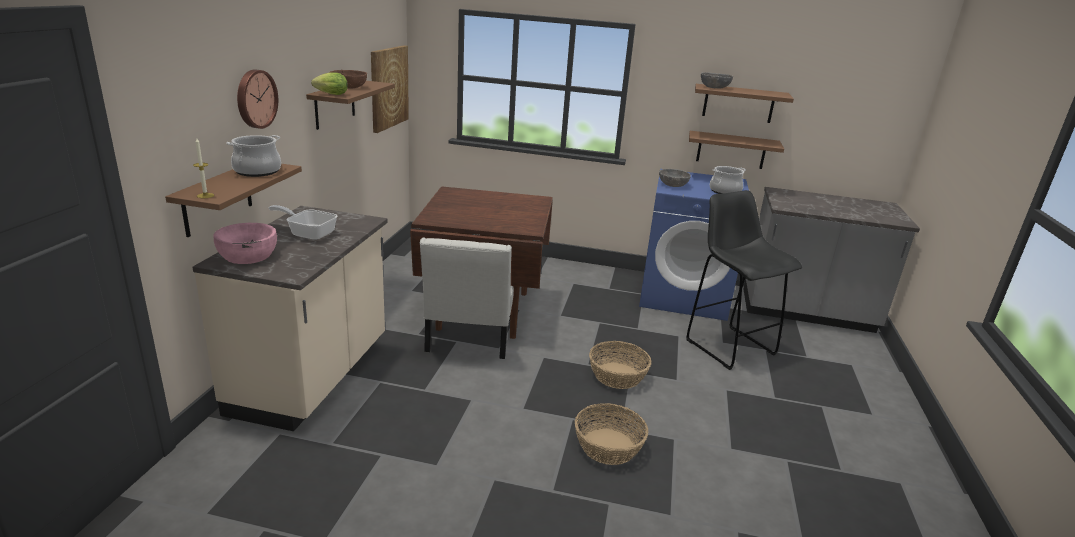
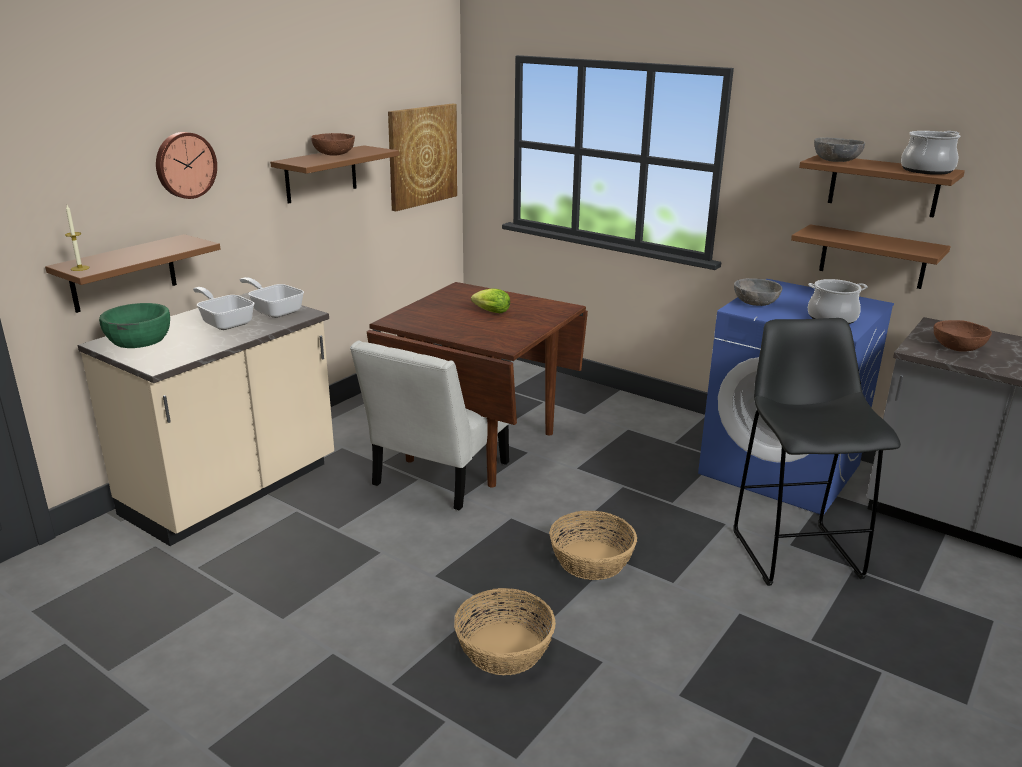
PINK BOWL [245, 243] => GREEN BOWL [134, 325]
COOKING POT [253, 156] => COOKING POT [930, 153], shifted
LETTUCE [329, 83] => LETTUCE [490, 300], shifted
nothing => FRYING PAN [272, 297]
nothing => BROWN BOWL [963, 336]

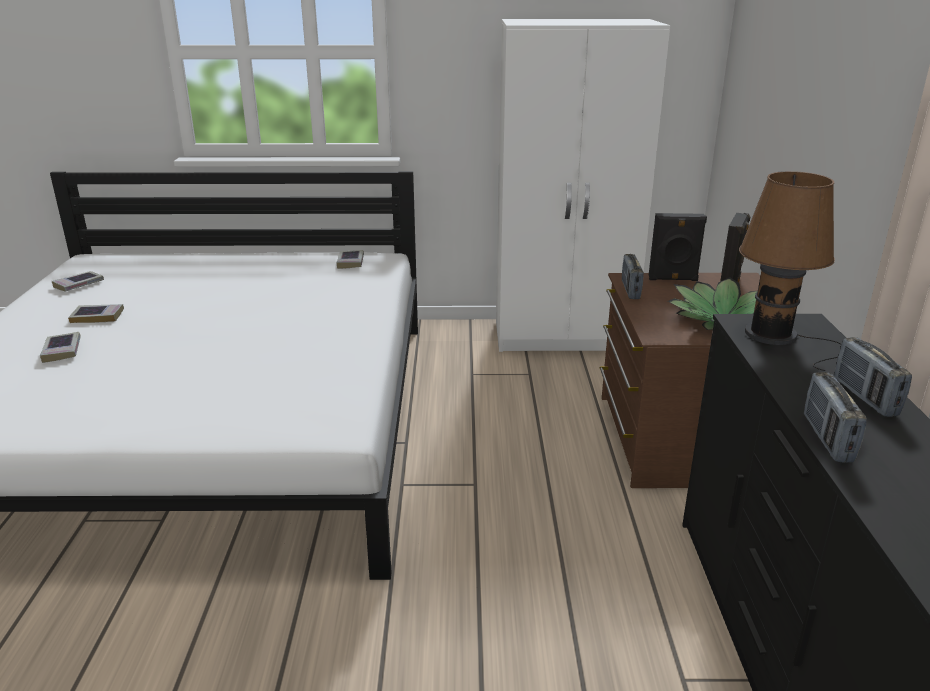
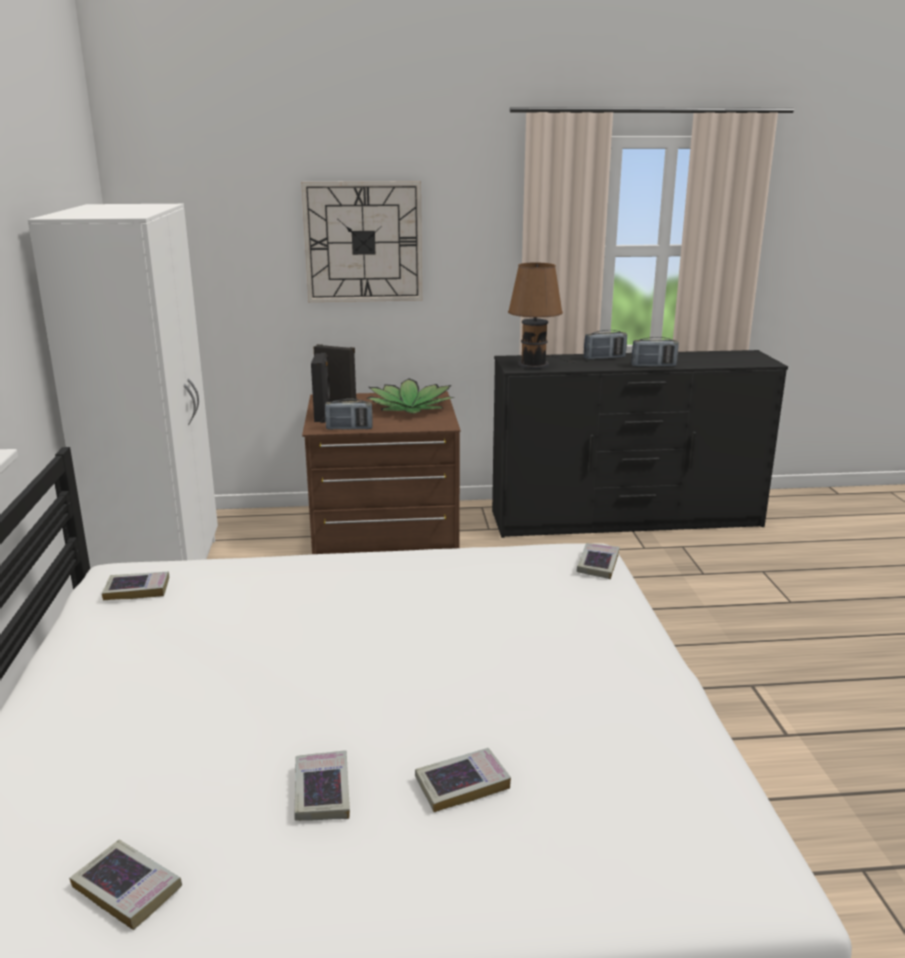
nothing => WALL CLOCK [361, 241]
nothing => BOOK [598, 561]

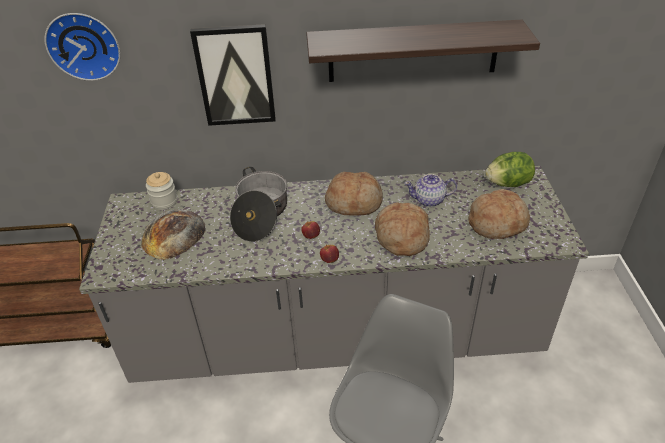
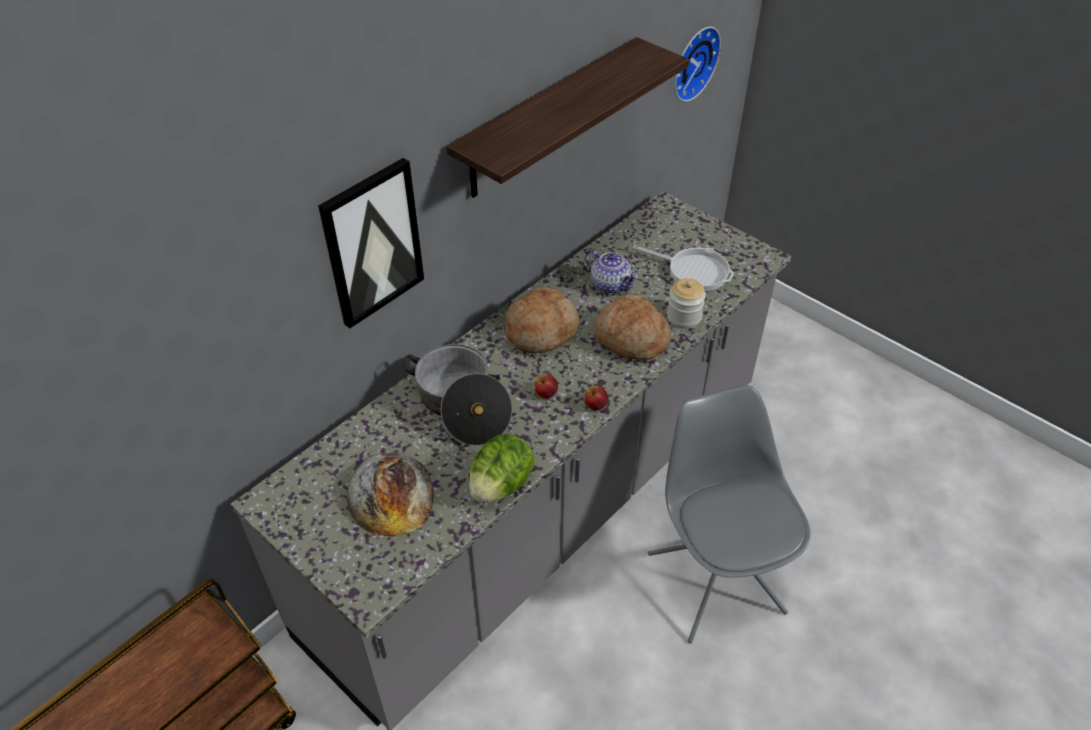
WALL CLOCK [82, 47] => WALL CLOCK [698, 64], shifted
JAR [161, 191] => JAR [686, 303], shifted
TEAPOT [430, 190] => TEAPOT [612, 271], 90 degrees counterclockwise
BREAD [499, 214] => FRYING PAN [683, 268]
LETTUCE [510, 169] => LETTUCE [502, 468], shifted

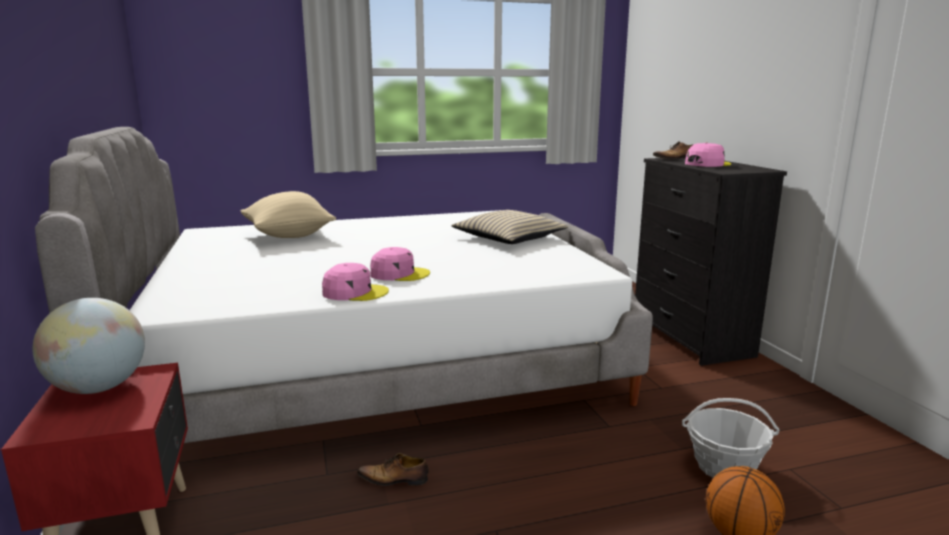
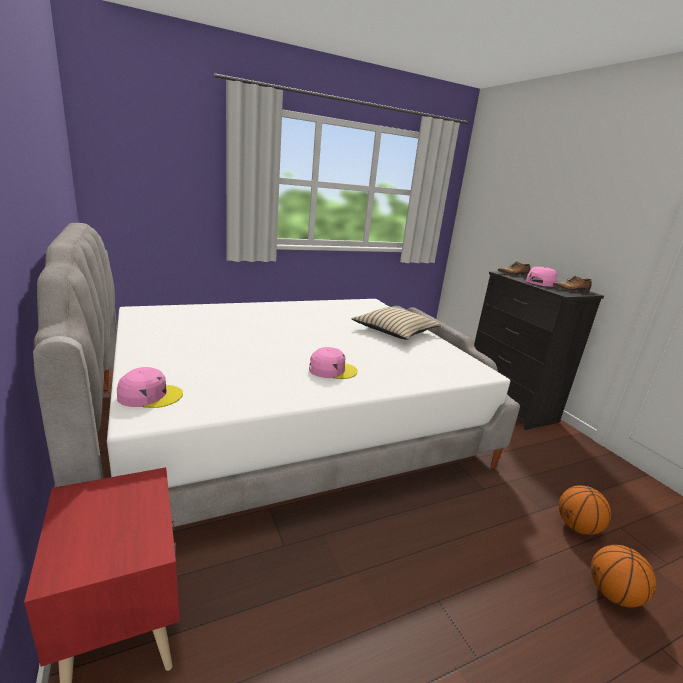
GLOBE [89, 346] => nothing
BEIGE PILLOW [288, 214] => nothing
PINK CAP [355, 282] => PINK CAP [150, 387], shifted
SHOE [393, 469] => SHOE [572, 284], shifted
BASKET [731, 438] => BASKETBALL [585, 510]

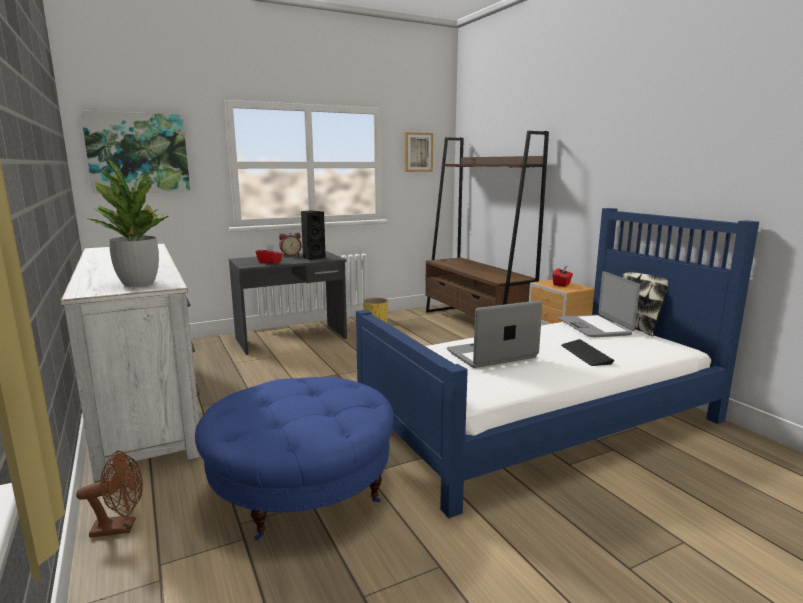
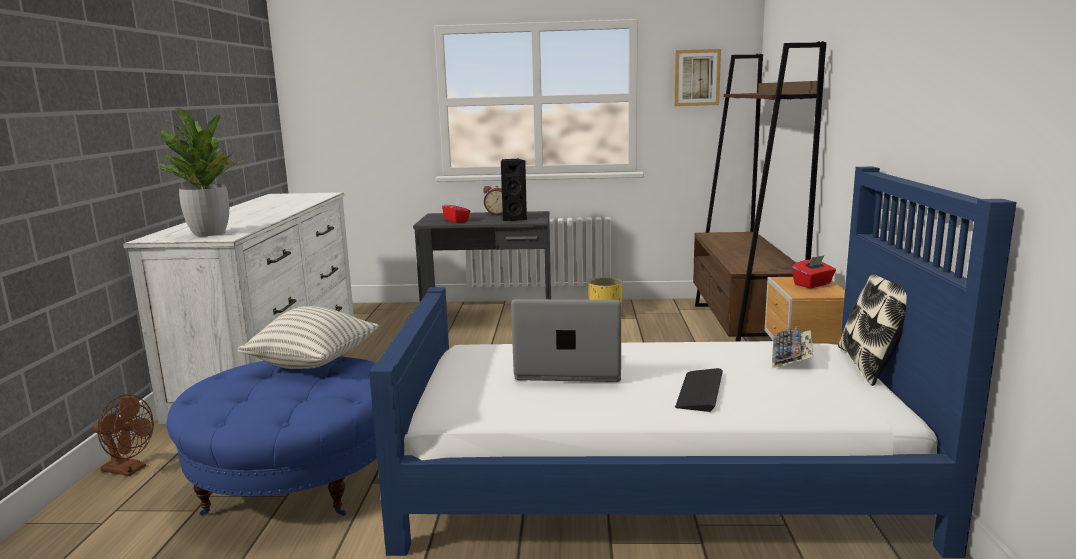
PICTURE [135, 152] => nothing
LAPTOP [599, 304] => KEYBOARD [792, 347]
nothing => PILLOW [308, 337]

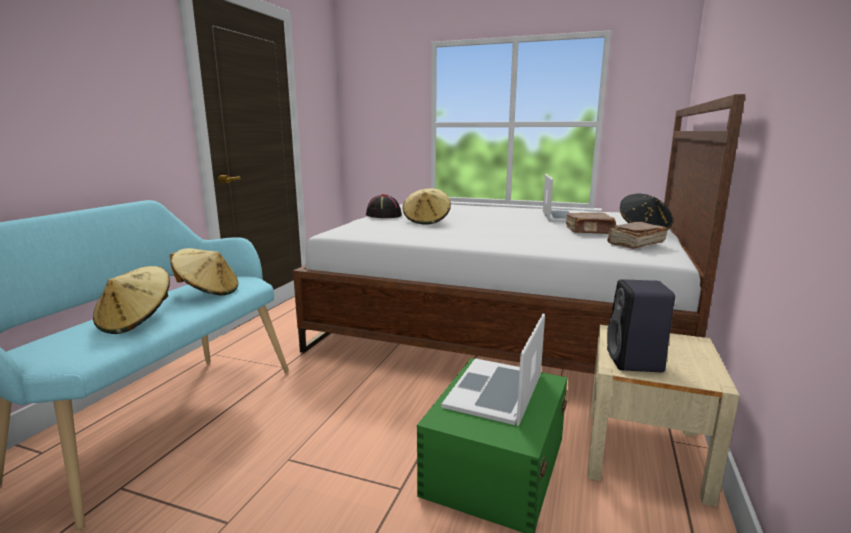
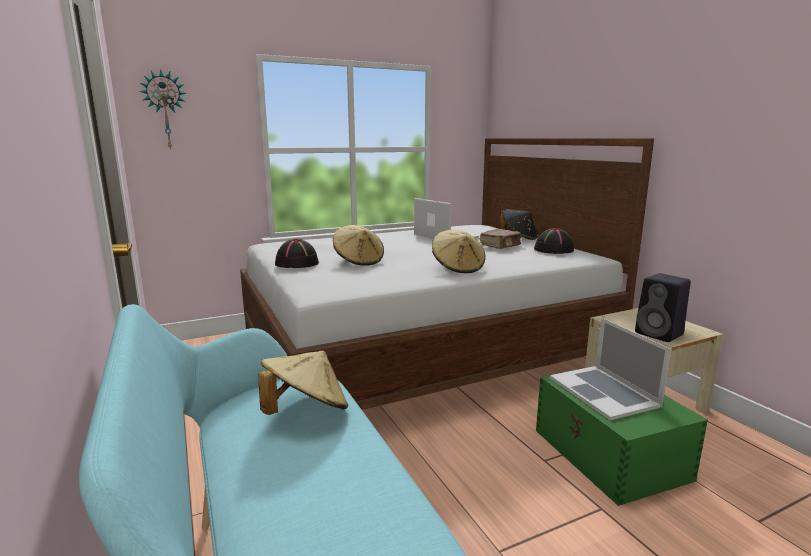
BEIGE HAT [131, 300] => BEIGE HAT [458, 251], shifted
BROWN BOOK [637, 235] => BLACK HAT [554, 241]
nothing => WALL CLOCK [162, 109]

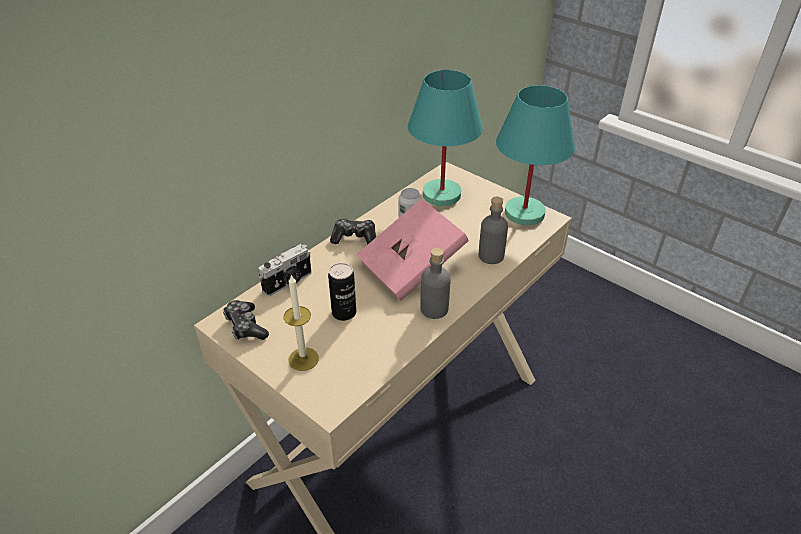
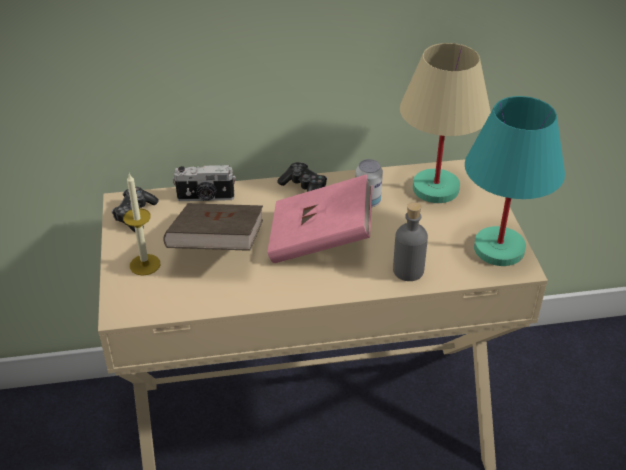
CAN [342, 292] => BROWN BOOK [213, 227]
TURQUOISE TABLE LAMP [445, 138] => BEIGE TABLE LAMP [445, 123]
GREY BOTTLE [435, 283] => nothing

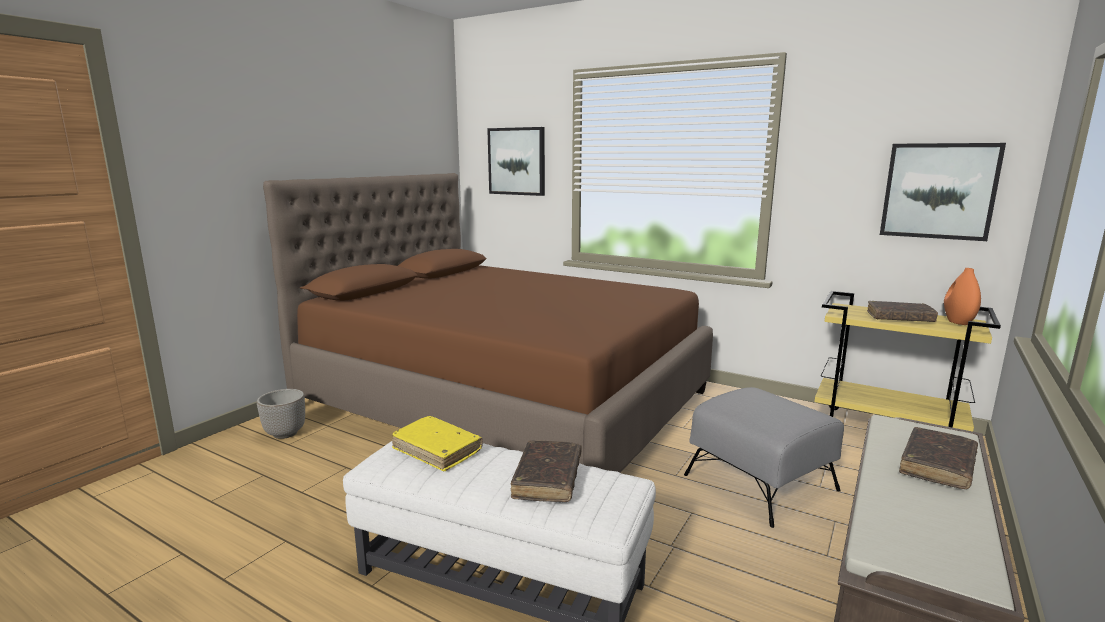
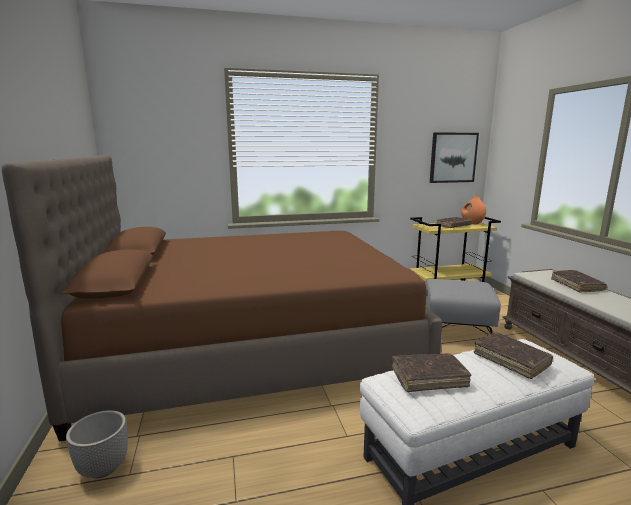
YELLOW BOOK [437, 443] => BROWN BOOK [432, 372]
PICTURE [516, 161] => nothing

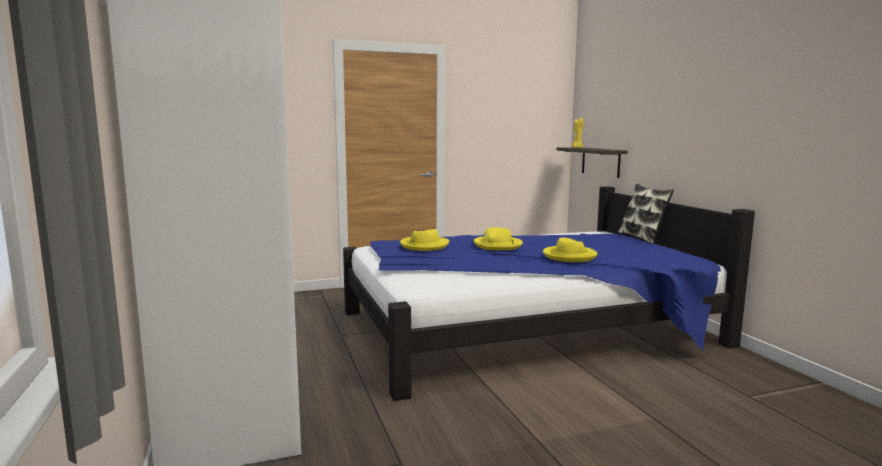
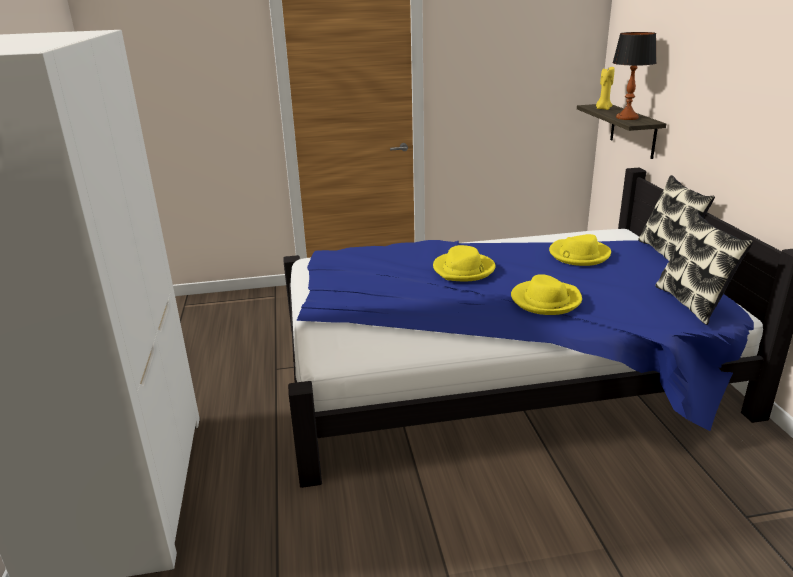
YELLOW HAT [424, 240] => YELLOW HAT [580, 250], shifted
nothing => TABLE LAMP [634, 76]
nothing => PILLOW [704, 268]

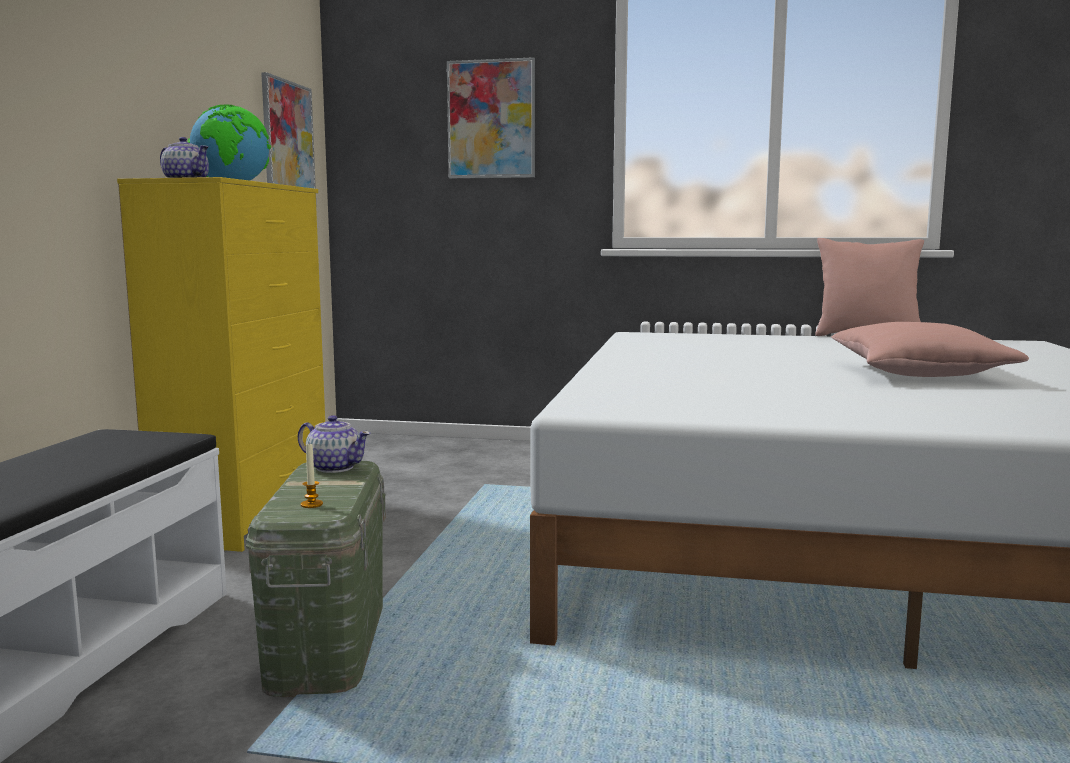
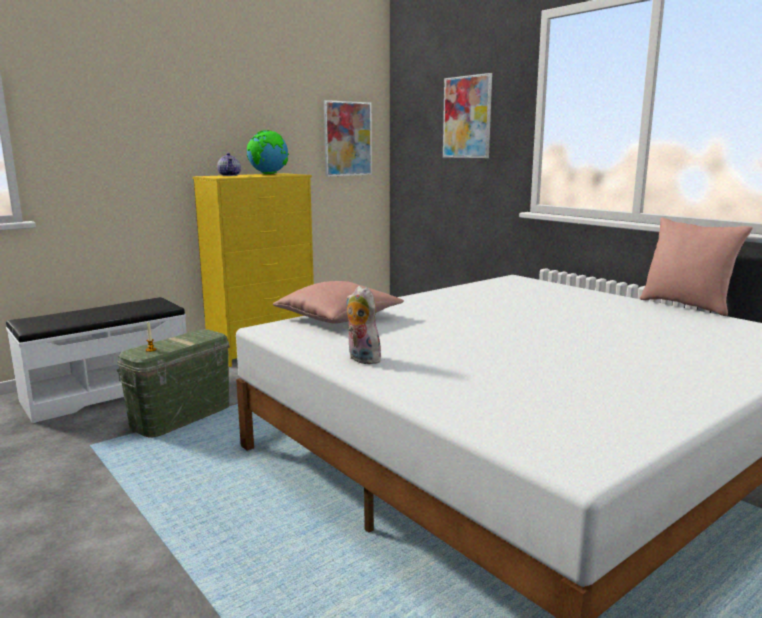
TEAPOT [334, 444] => nothing
PINK PILLOW [930, 349] => PINK PILLOW [338, 302], shifted
nothing => PLUSH TOY [365, 325]

